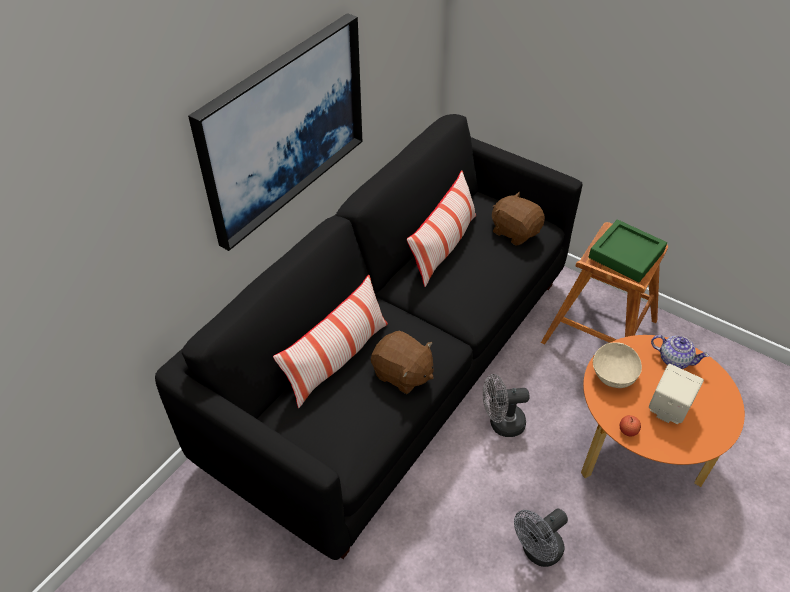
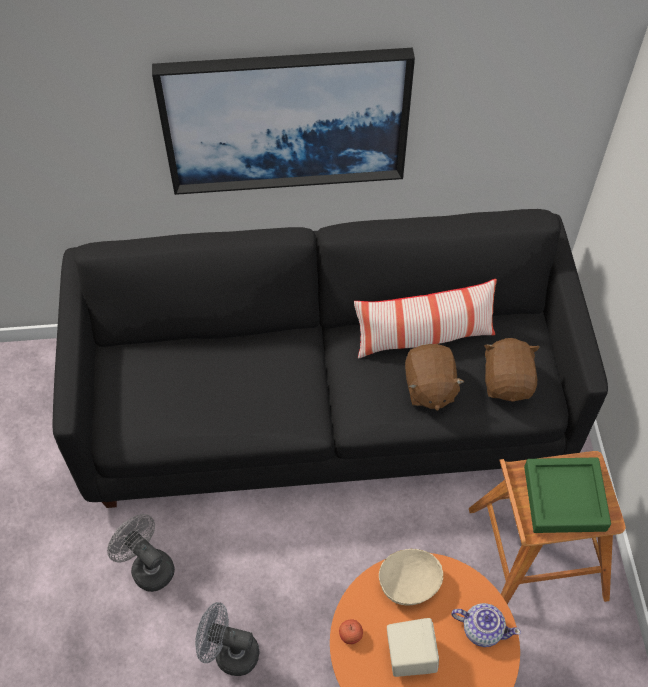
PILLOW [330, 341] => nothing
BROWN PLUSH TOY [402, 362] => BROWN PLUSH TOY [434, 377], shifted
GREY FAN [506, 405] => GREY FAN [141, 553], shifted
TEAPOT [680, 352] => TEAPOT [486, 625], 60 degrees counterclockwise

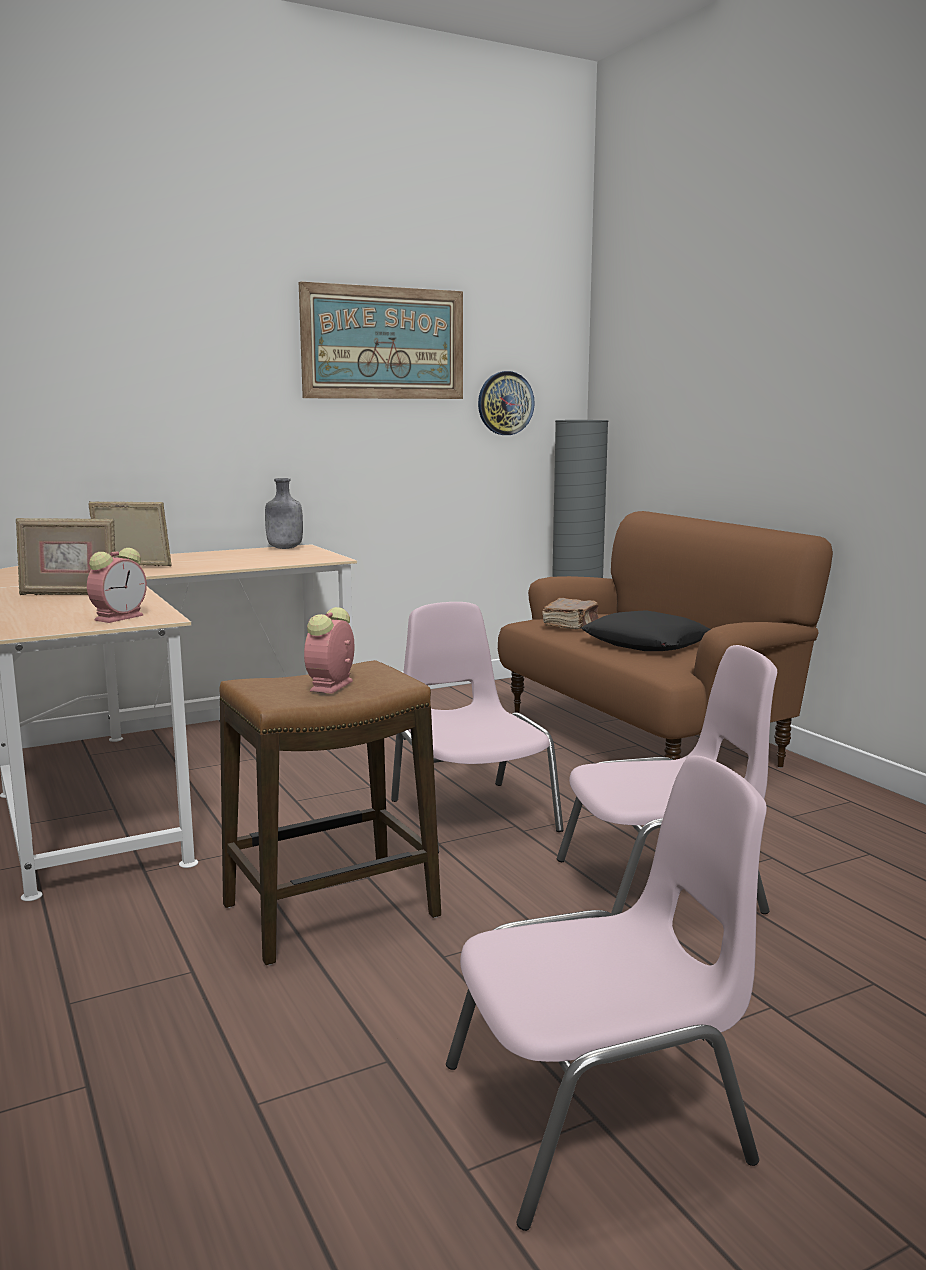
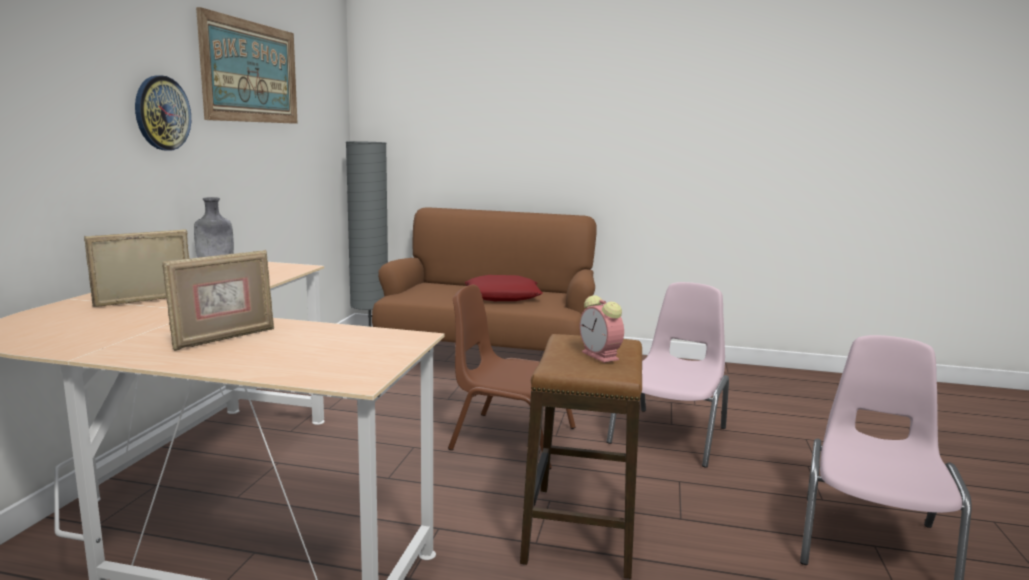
ALARM CLOCK [117, 585] => nothing
PINK CHAIR [477, 727] => BROWN CHAIR [512, 377]
WALL CLOCK [506, 403] => WALL CLOCK [163, 113], shifted
BROWN BOOK [570, 614] => nothing
BLACK PILLOW [646, 630] => RED PILLOW [503, 288]

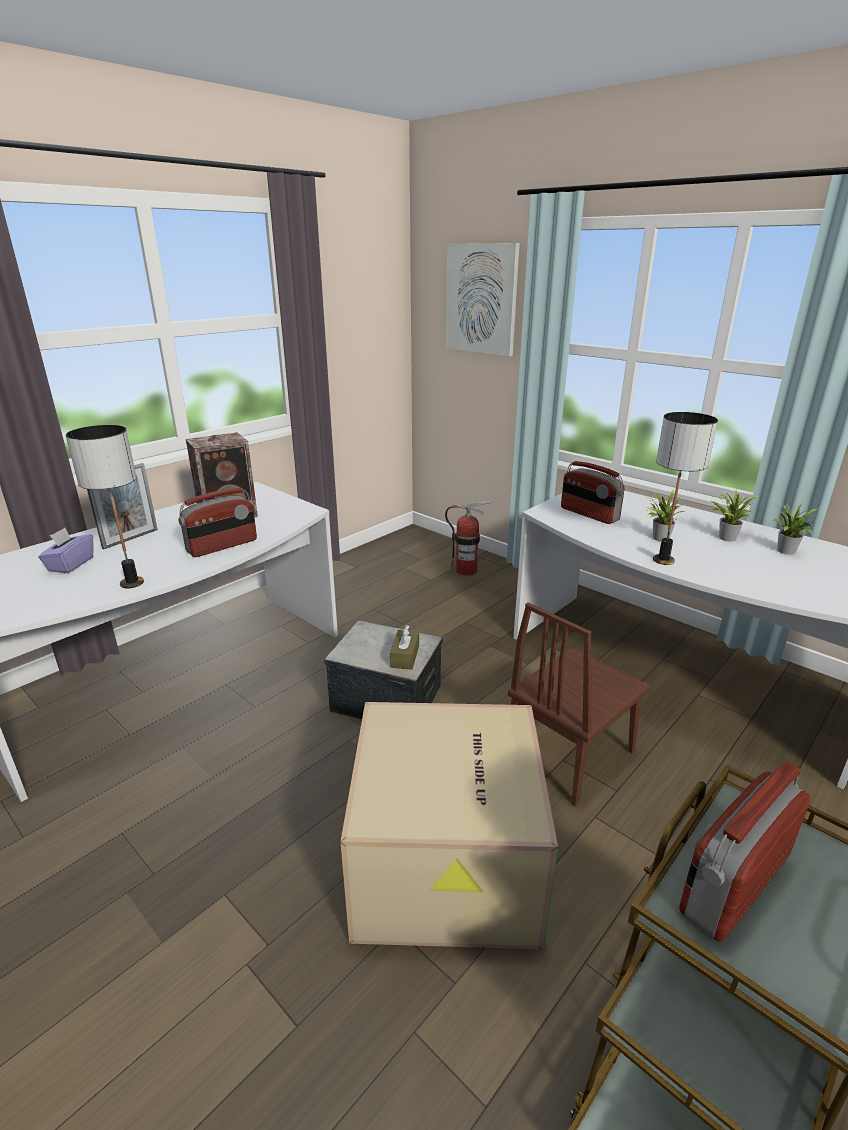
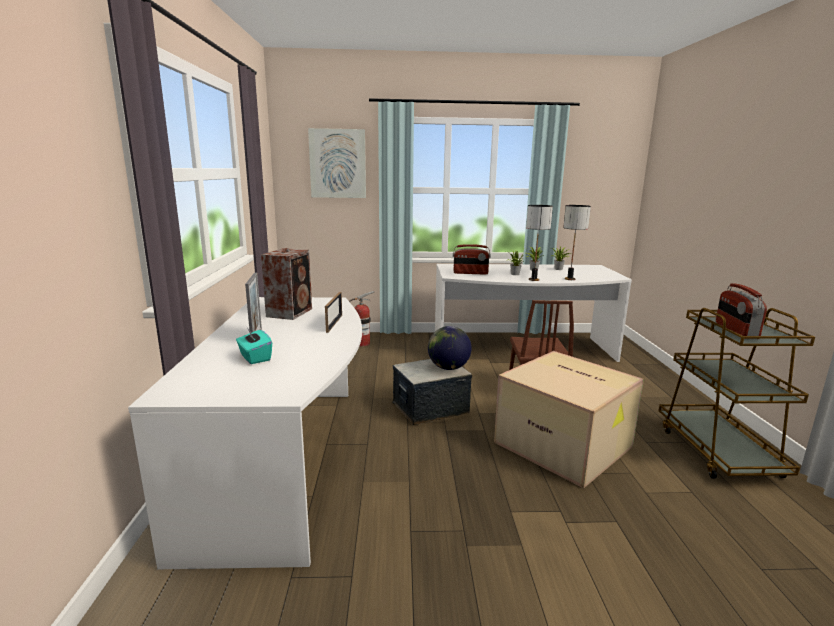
PURPLE TISSUE BOX [66, 550] => TURQUOISE TISSUE BOX [254, 345]
TABLE LAMP [105, 506] => TABLE LAMP [577, 242], shifted
RADIO [217, 522] => PICTURE FRAME [333, 312]
BROWN TISSUE BOX [404, 648] => GLOBE [450, 348]

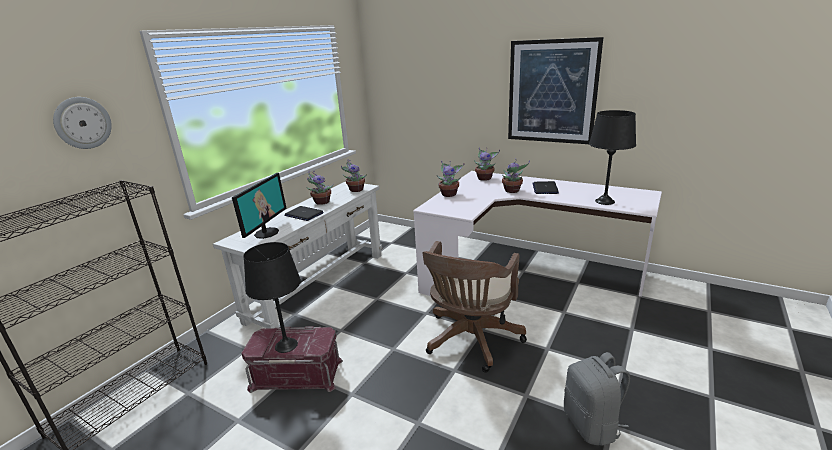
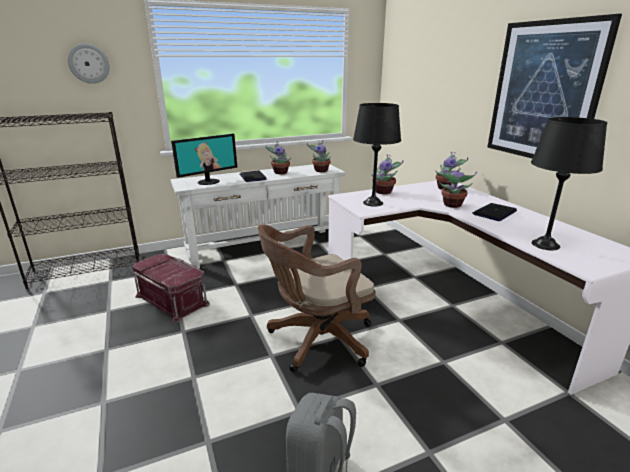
BLACK TABLE LAMP [272, 297] => BLACK TABLE LAMP [377, 155], shifted

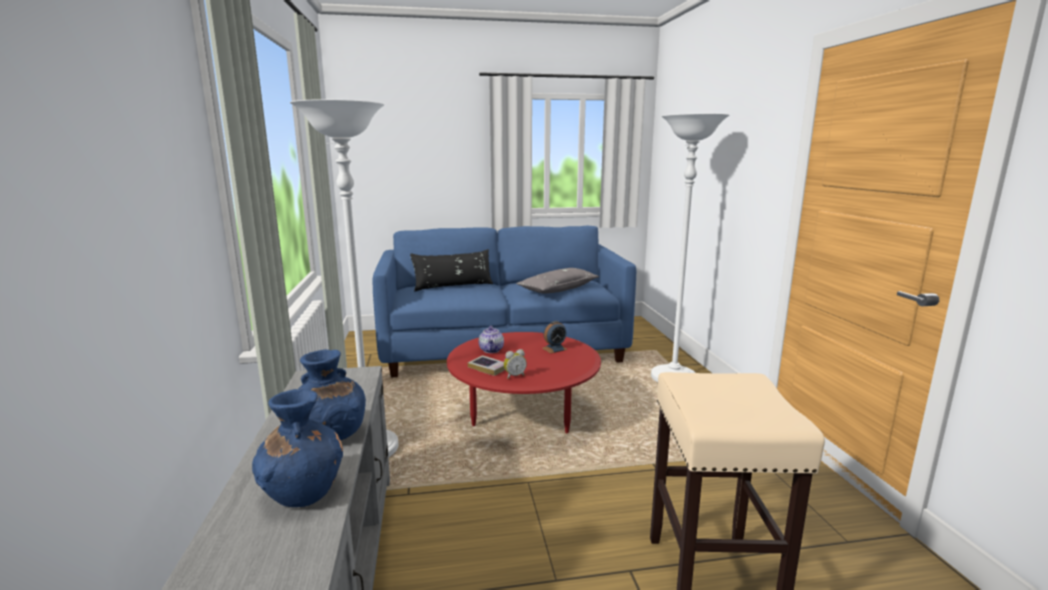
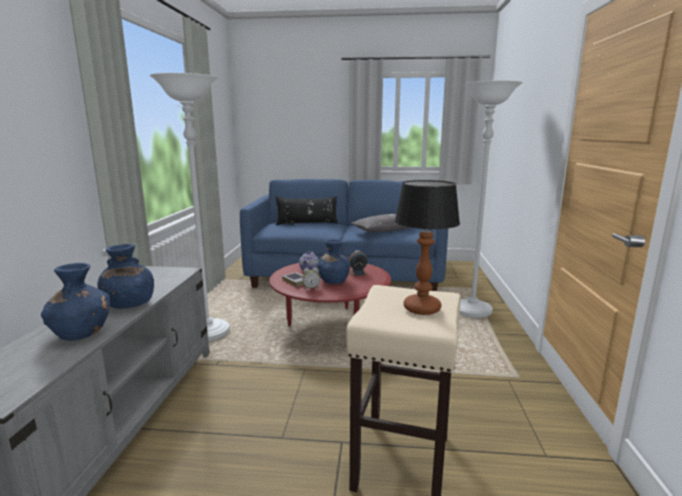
nothing => BLUE VASE [333, 261]
nothing => TABLE LAMP [427, 247]

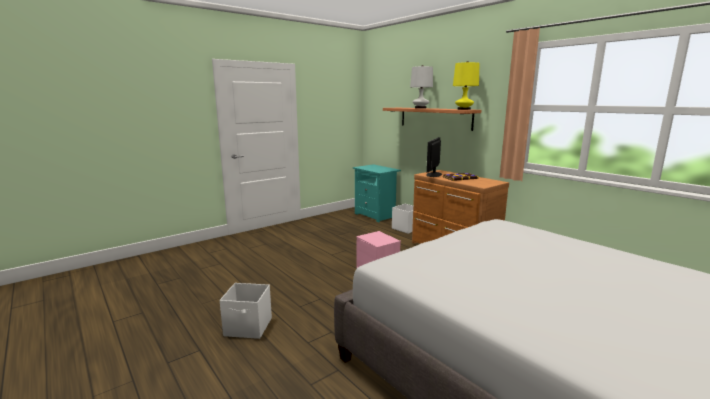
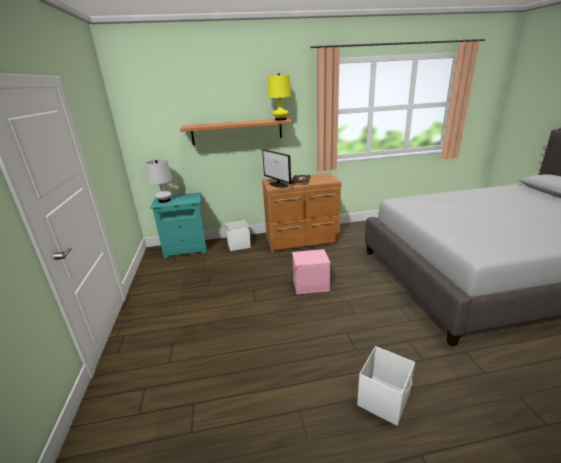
WHITE TABLE LAMP [421, 87] => WHITE TABLE LAMP [158, 181], shifted

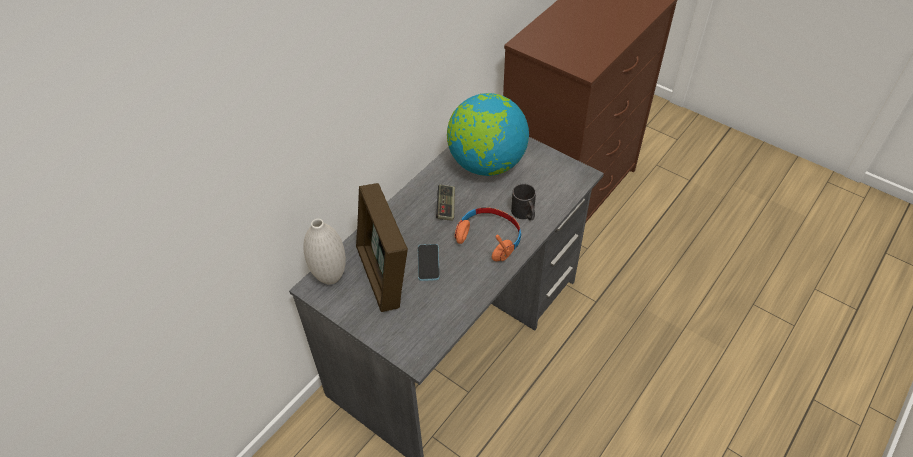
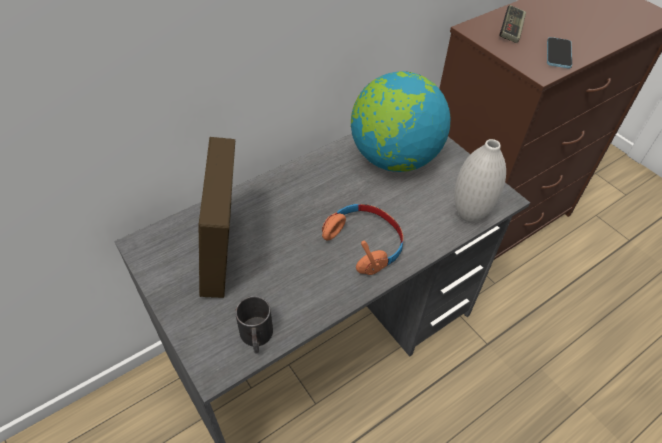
WHITE VASE [324, 252] => WHITE VASE [480, 181], shifted
PHONE [429, 262] => PHONE [559, 52], shifted
GAME CONTROLLER [445, 203] => GAME CONTROLLER [513, 24], shifted
BLACK MUG [523, 202] => BLACK MUG [254, 325], shifted

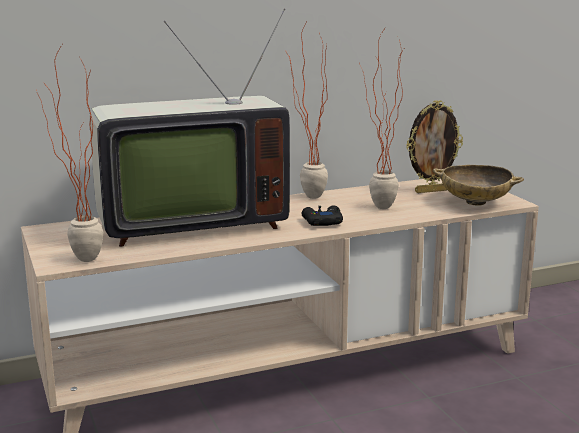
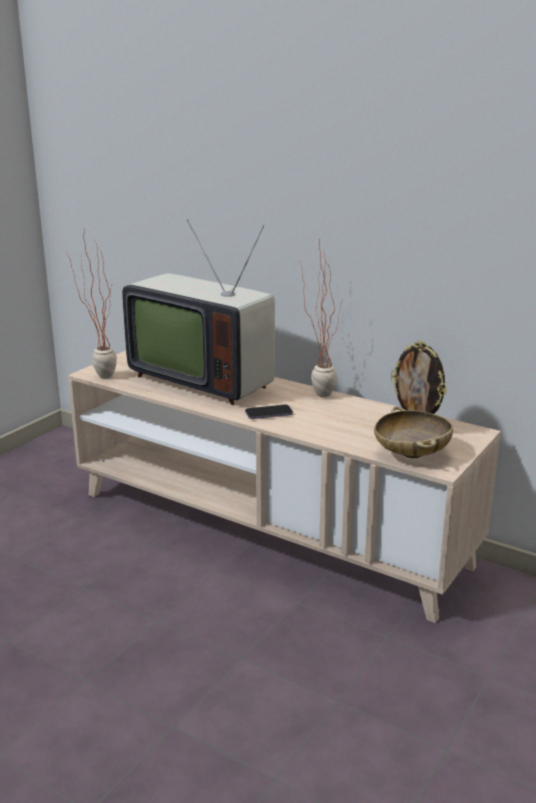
BLACK GAME CONTROLLER [322, 215] => PHONE [269, 412]
POTTED PLANT [382, 117] => nothing

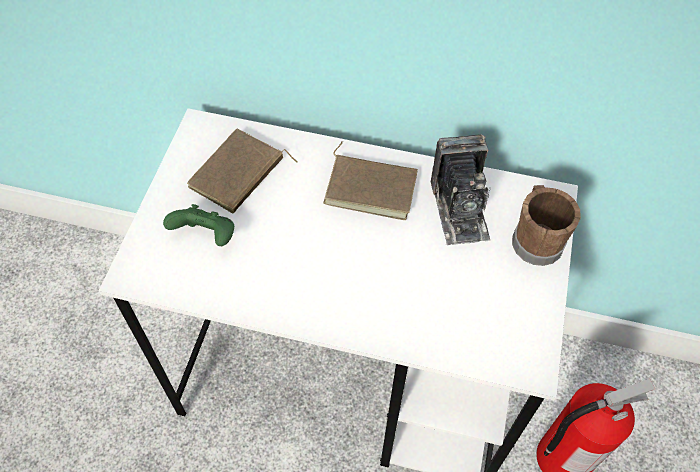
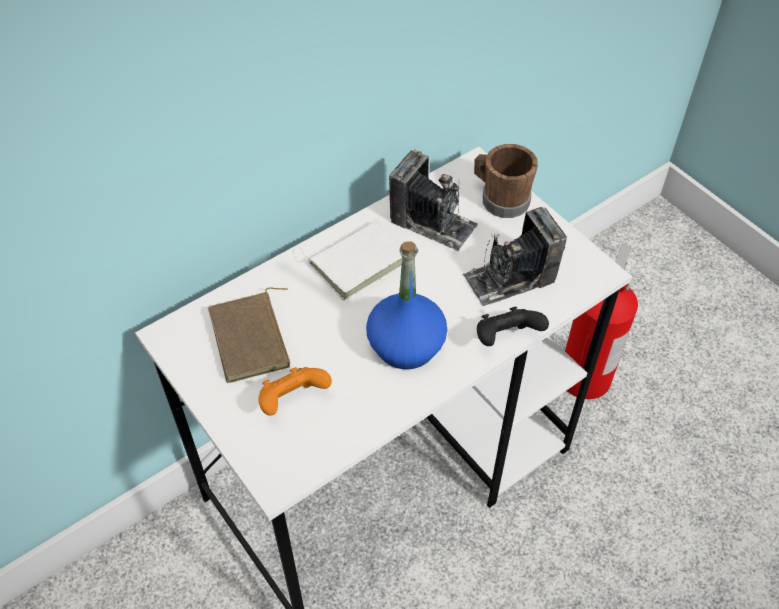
GREEN GAME CONTROLLER [198, 225] => ORANGE GAME CONTROLLER [295, 391]
BROWN BOOK [370, 180] => WHITE BOOK [350, 260]
nothing => BLUE BOTTLE [406, 305]
nothing => PHOTO CAMERA [515, 256]
nothing => BLACK GAME CONTROLLER [513, 326]

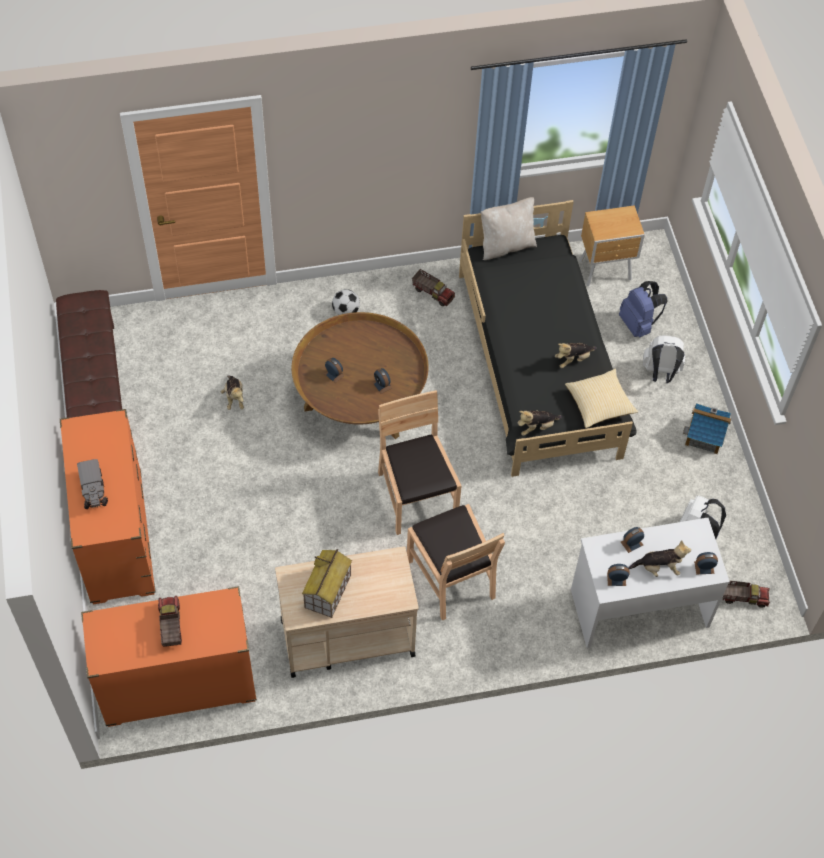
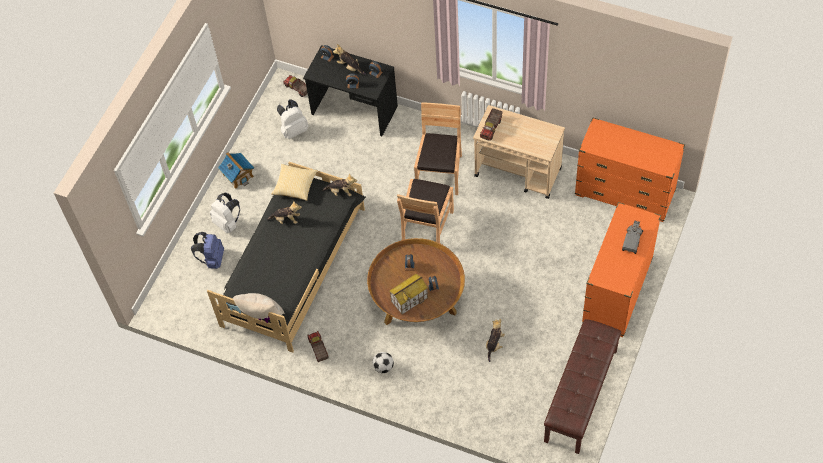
TOY TRUCK [170, 621] => TOY TRUCK [491, 124], shifted
TOY HOUSE [327, 583] => TOY HOUSE [408, 294], shifted
WHITE DESK [650, 583] => BLACK DESK [350, 90]
BROWN NIGHTSTAND [612, 245] => nothing

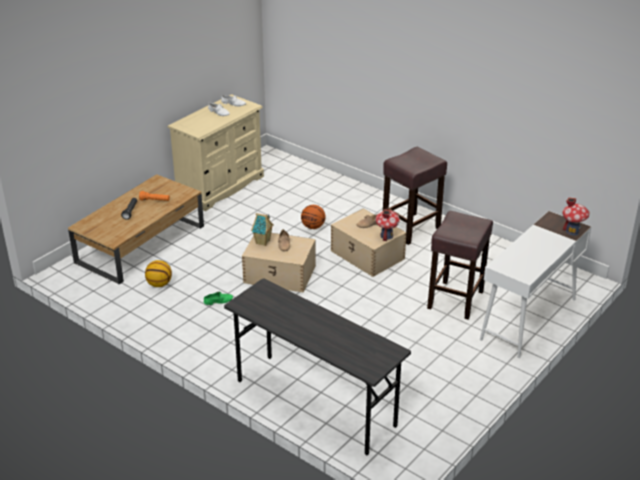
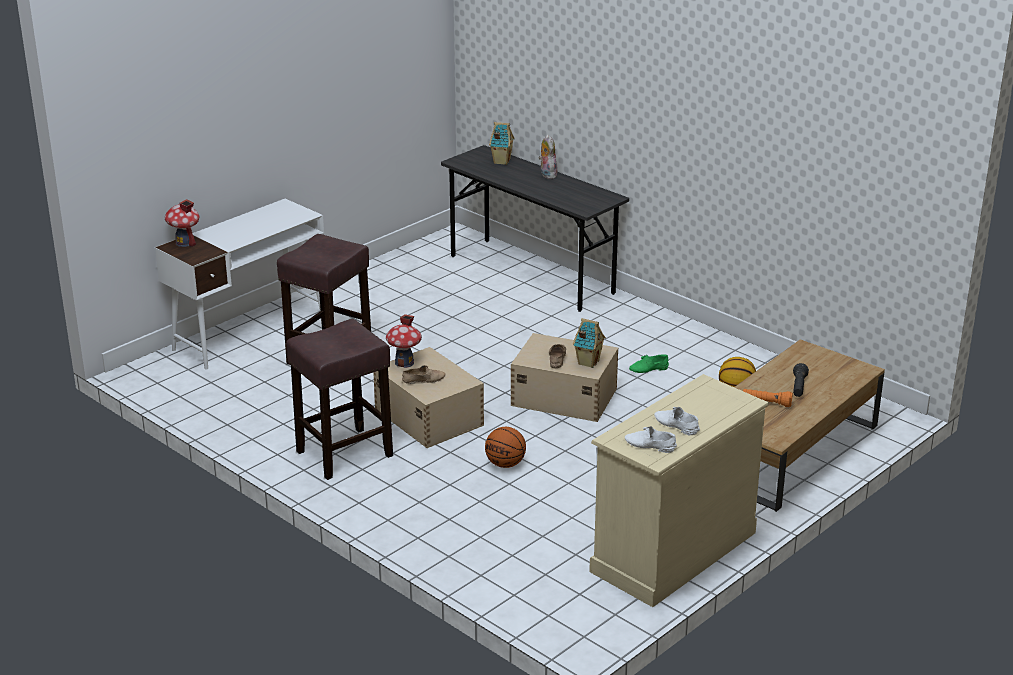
nothing => TOY HOUSE [502, 143]
nothing => PLUSH TOY [548, 157]

